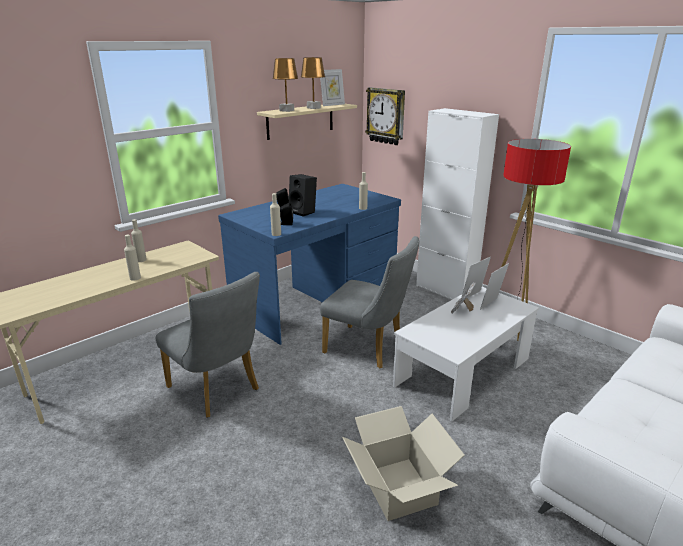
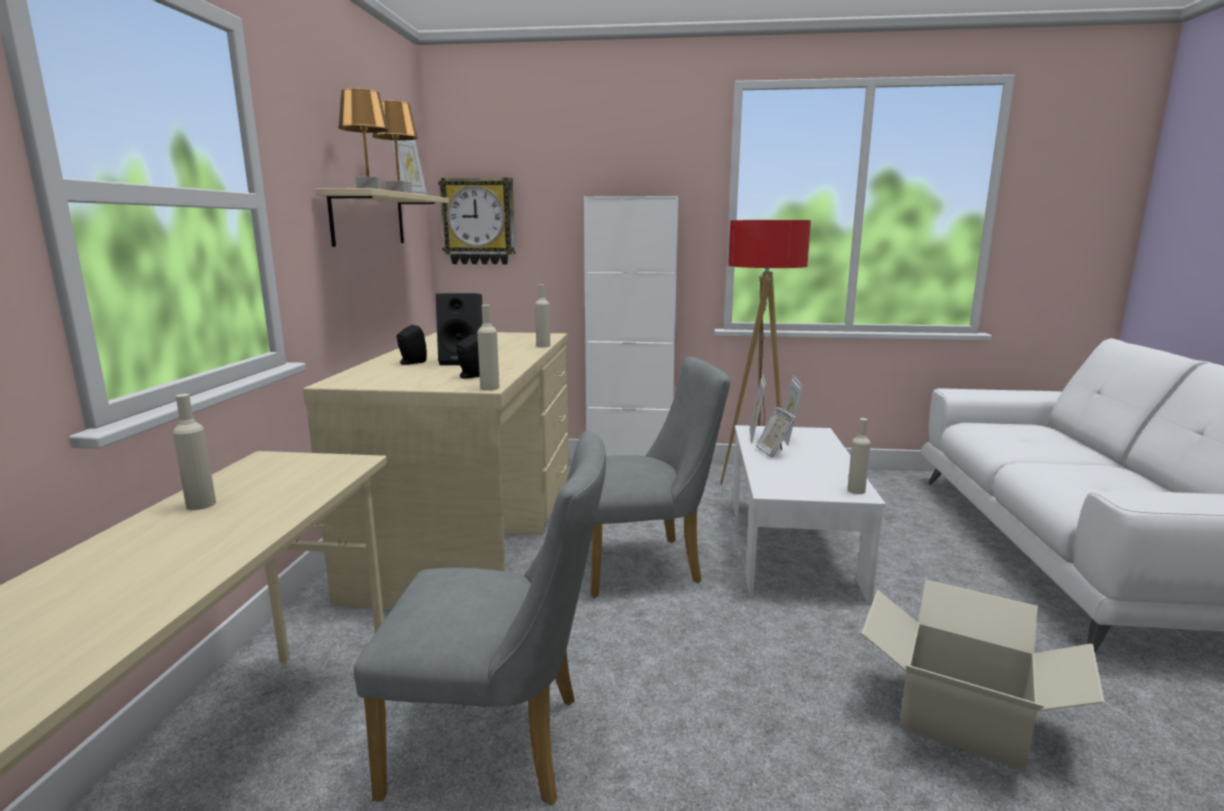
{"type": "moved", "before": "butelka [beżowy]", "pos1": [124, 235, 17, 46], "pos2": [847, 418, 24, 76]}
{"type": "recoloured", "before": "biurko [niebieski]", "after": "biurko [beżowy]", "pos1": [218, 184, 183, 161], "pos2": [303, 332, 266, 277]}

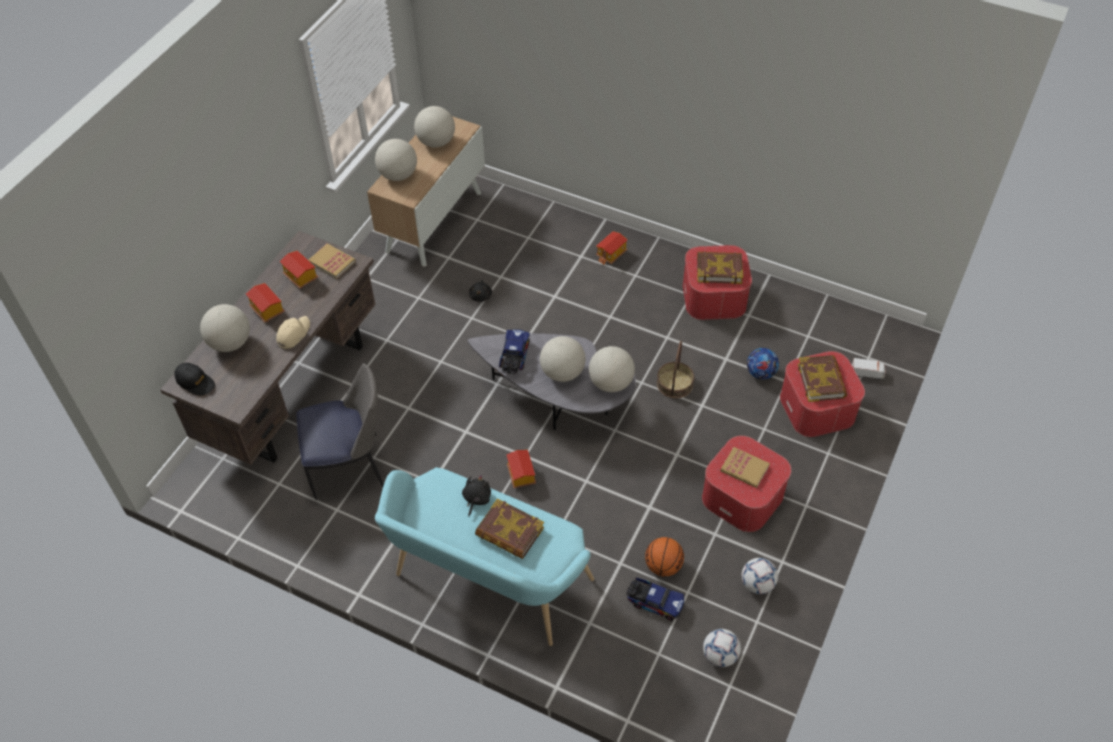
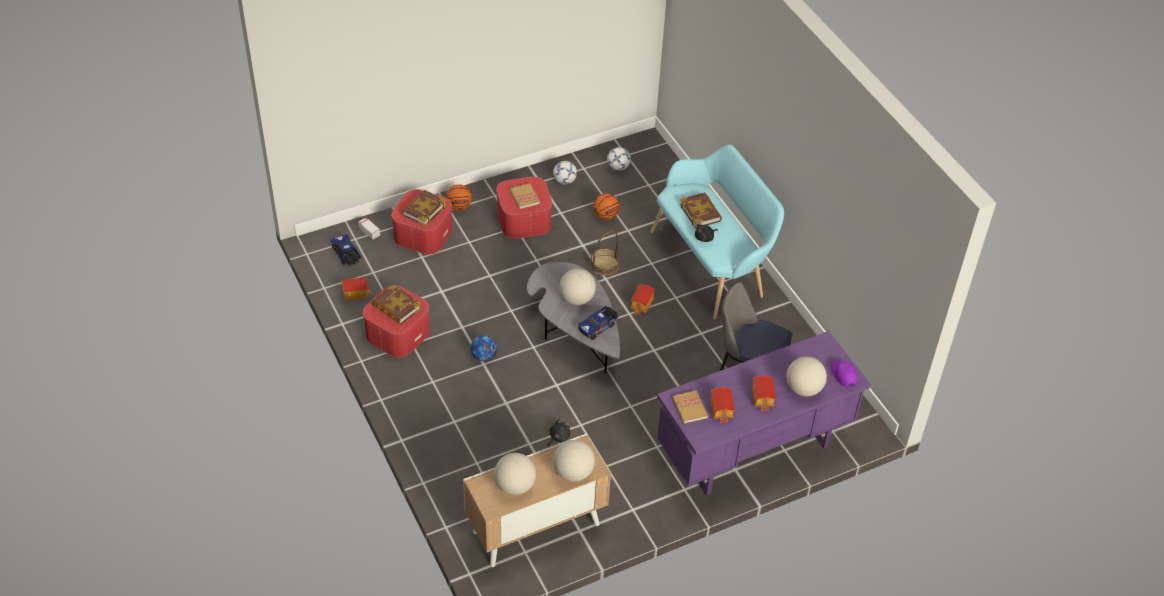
{"type": "removed", "before": "czapka z daszkiem [beżowy]", "pos1": [276, 316, 34, 33]}
{"type": "removed", "before": "globus", "pos1": [589, 346, 46, 46]}
{"type": "added", "after": "piłka do koszykówki", "pos2": [446, 184, 26, 27]}
{"type": "moved", "before": "domek", "pos1": [596, 231, 31, 34], "pos2": [342, 277, 29, 24]}
{"type": "moved", "before": "ciężarówka zabawkowa", "pos1": [626, 577, 58, 44], "pos2": [331, 234, 30, 32]}
{"type": "moved", "before": "koszyk", "pos1": [657, 341, 37, 57], "pos2": [590, 231, 30, 45]}
{"type": "moved", "before": "piłka futbolowa", "pos1": [747, 348, 32, 31], "pos2": [470, 335, 27, 26]}
{"type": "recoloured", "before": "biurko [brązowy]", "after": "biurko [fioletowy]", "pos1": [160, 231, 216, 234], "pos2": [657, 331, 214, 164]}
{"type": "recoloured", "before": "czapka z daszkiem [czarny]", "after": "czapka z daszkiem [fioletowy]", "pos1": [174, 363, 41, 32], "pos2": [831, 360, 27, 28]}

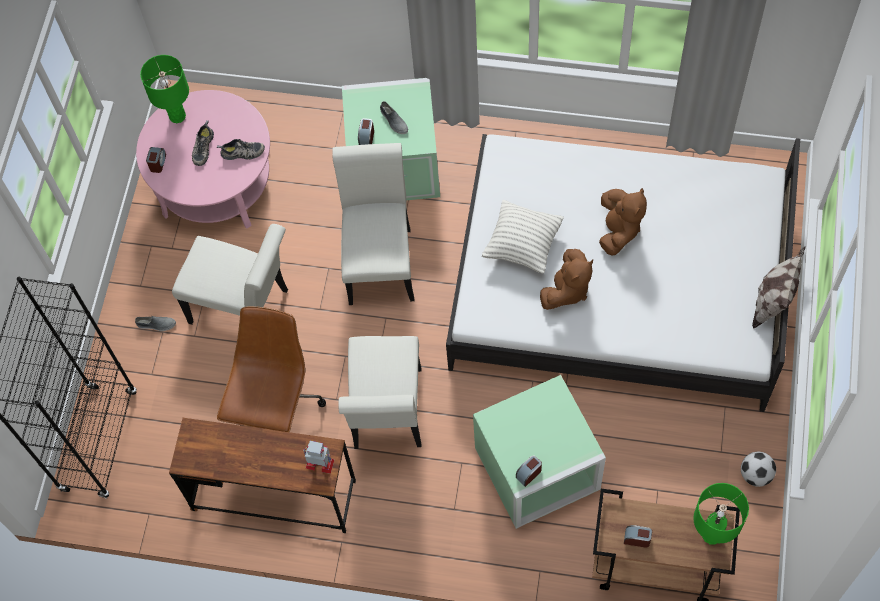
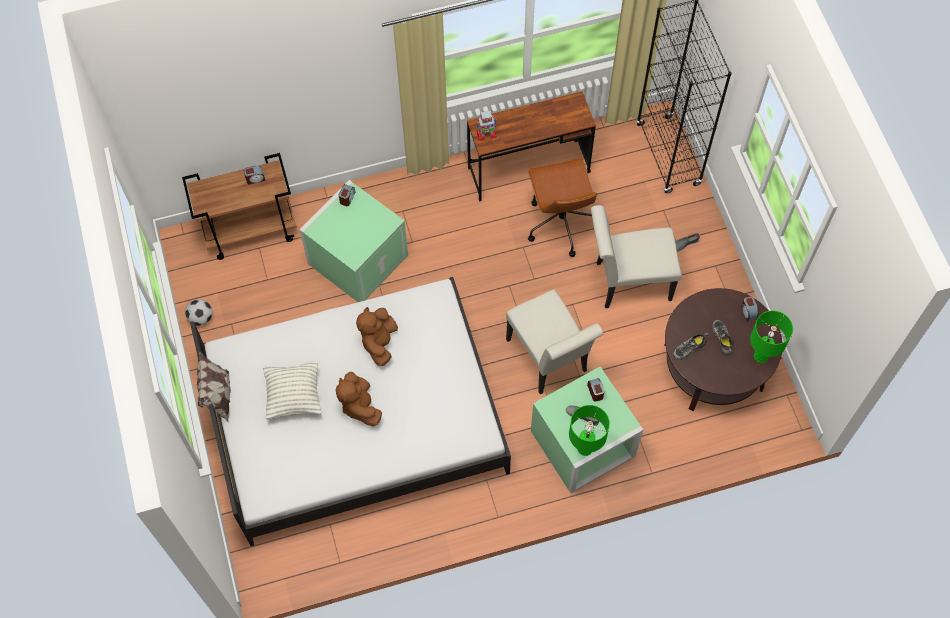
{"type": "removed", "before": "krzesło [biały]", "pos1": [338, 336, 83, 113]}
{"type": "moved", "before": "poduszka", "pos1": [482, 200, 82, 74], "pos2": [263, 361, 58, 58]}
{"type": "moved", "before": "lampa stołowa [zielony]", "pos1": [693, 483, 56, 62], "pos2": [569, 405, 41, 51]}
{"type": "recoloured", "before": "ława [różowy]", "after": "ława [brązowy]", "pos1": [136, 90, 134, 139], "pos2": [664, 288, 118, 123]}

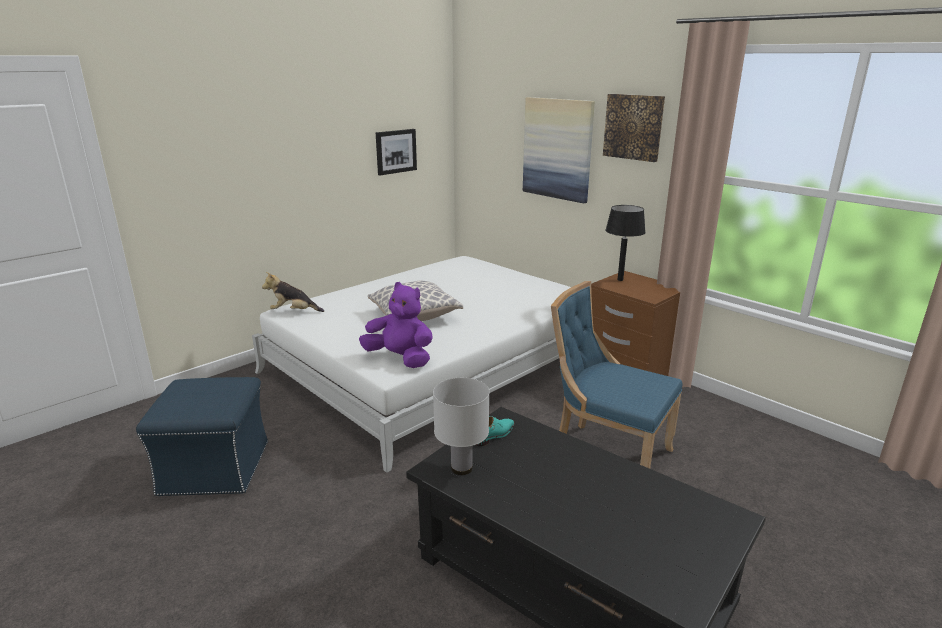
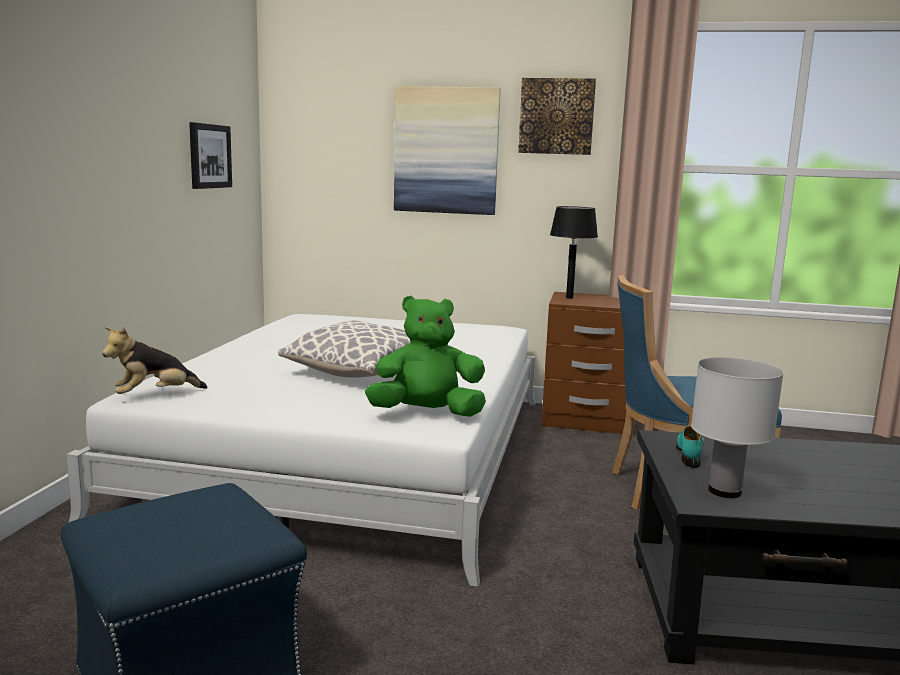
{"type": "recoloured", "before": "pluszak [fioletowy]", "after": "pluszak [zielony]", "pos1": [359, 282, 73, 86], "pos2": [365, 296, 121, 121]}

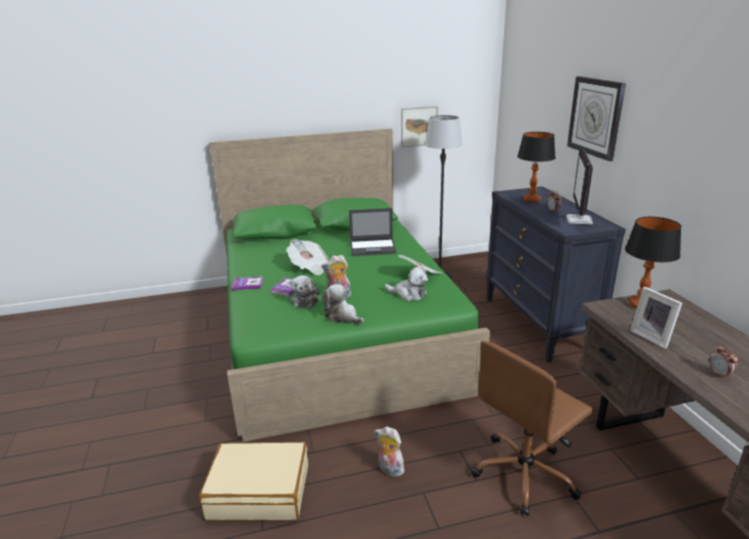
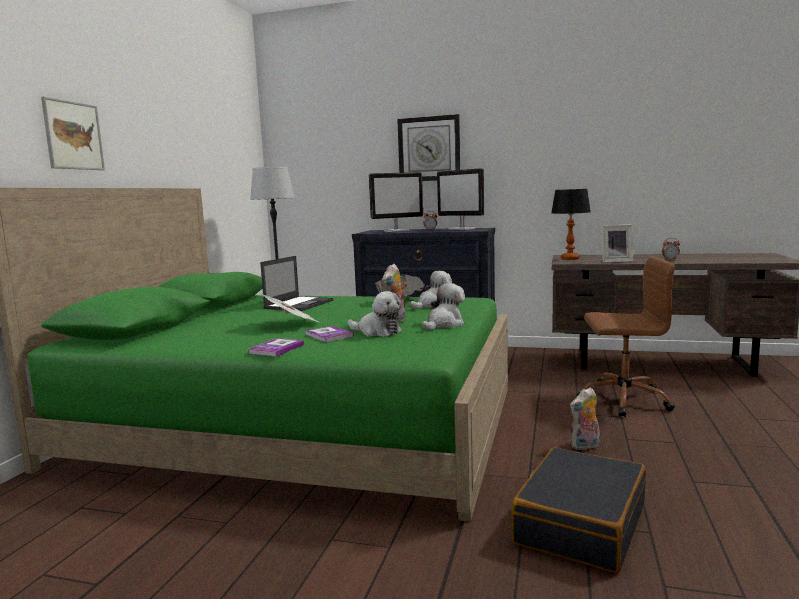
{"type": "moved", "before": "obraz", "pos1": [401, 106, 37, 41], "pos2": [41, 97, 64, 73]}
{"type": "replaced", "before": "lampa stołowa", "after": "monitor", "pos1": [517, 132, 39, 70], "pos2": [369, 172, 54, 60]}
{"type": "recoloured", "before": "walizka [beżowy]", "after": "walizka [czarny]", "pos1": [199, 442, 109, 79], "pos2": [511, 447, 135, 126]}
{"type": "turned", "before": "pluszak", "pos1": [322, 284, 42, 40], "pos2": [422, 283, 43, 47], "turn": 150}
{"type": "turned", "before": "krzesło biurowe [brązowy]", "pos1": [471, 341, 122, 175], "pos2": [576, 256, 99, 161], "turn": -75}

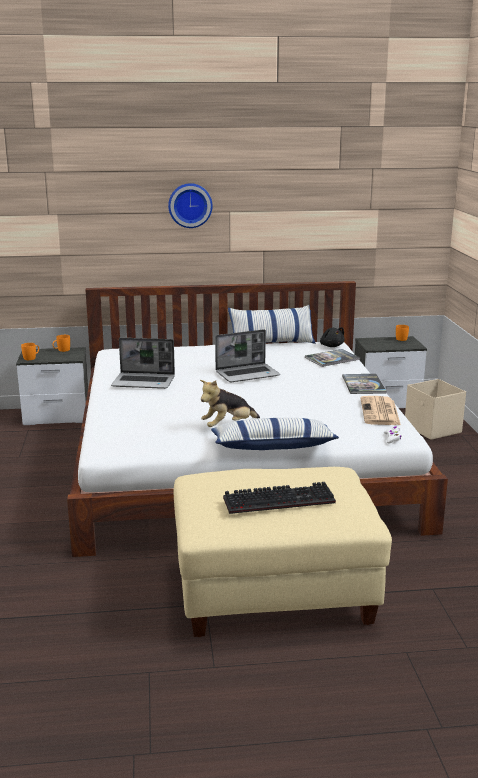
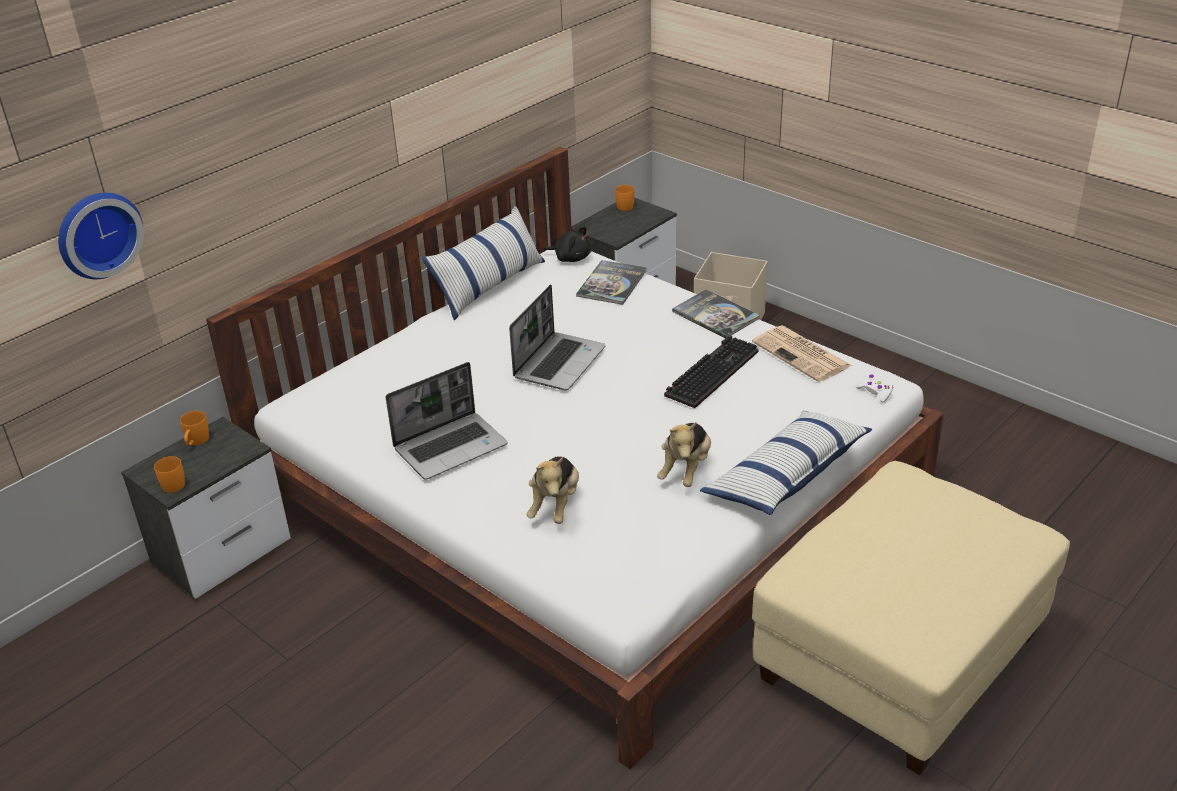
{"type": "added", "after": "pluszak", "pos2": [527, 456, 52, 68]}
{"type": "moved", "before": "zegar ścienny", "pos1": [168, 183, 44, 45], "pos2": [58, 193, 86, 86]}
{"type": "moved", "before": "klawiatura", "pos1": [223, 482, 113, 32], "pos2": [664, 335, 95, 73]}

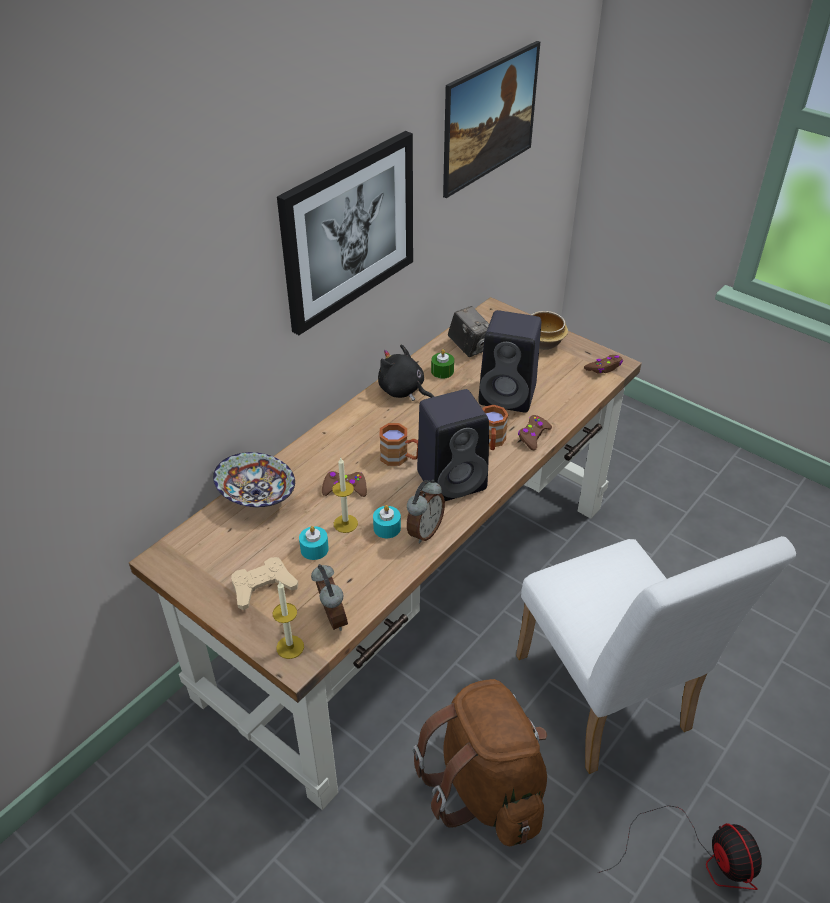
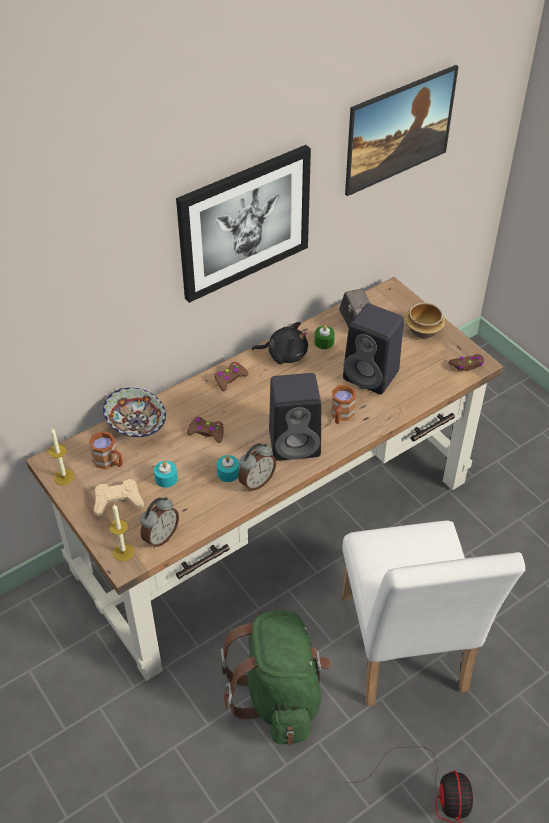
{"type": "moved", "before": "świeca", "pos1": [332, 458, 26, 75], "pos2": [49, 428, 25, 57]}
{"type": "moved", "before": "kubek [brązowy]", "pos1": [379, 423, 39, 43], "pos2": [89, 431, 33, 38]}
{"type": "moved", "before": "pad do gier [brązowy]", "pos1": [518, 415, 34, 35], "pos2": [214, 362, 35, 29]}
{"type": "recoloured", "before": "plecak [brązowy]", "after": "plecak [zielony]", "pos1": [412, 679, 135, 167], "pos2": [221, 610, 110, 135]}
{"type": "turned", "before": "budzik", "pos1": [311, 564, 37, 67], "pos2": [140, 497, 39, 51], "turn": 45}
{"type": "turned", "before": "pluszak [czarny]", "pos1": [378, 344, 56, 57], "pos2": [252, 322, 56, 42], "turn": 135}

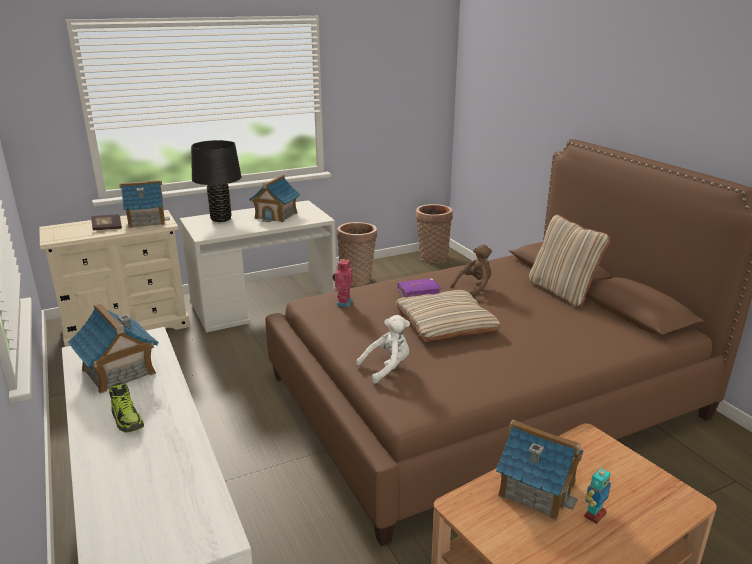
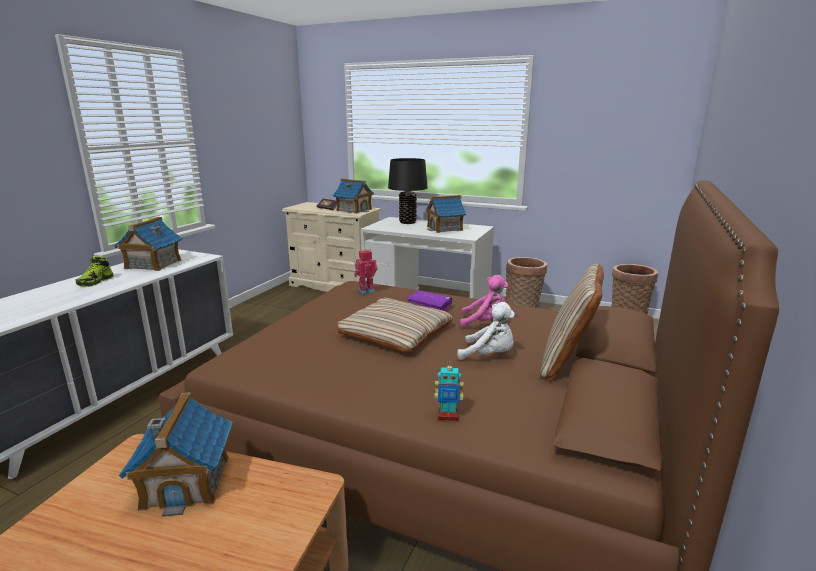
{"type": "moved", "before": "pluszak [biały]", "pos1": [356, 315, 54, 69], "pos2": [457, 302, 58, 58]}
{"type": "moved", "before": "robot zabawkowy", "pos1": [584, 468, 27, 56], "pos2": [435, 361, 29, 60]}
{"type": "recoloured", "before": "pluszak [brązowy]", "after": "pluszak [różowy]", "pos1": [451, 244, 41, 54], "pos2": [460, 275, 48, 53]}

